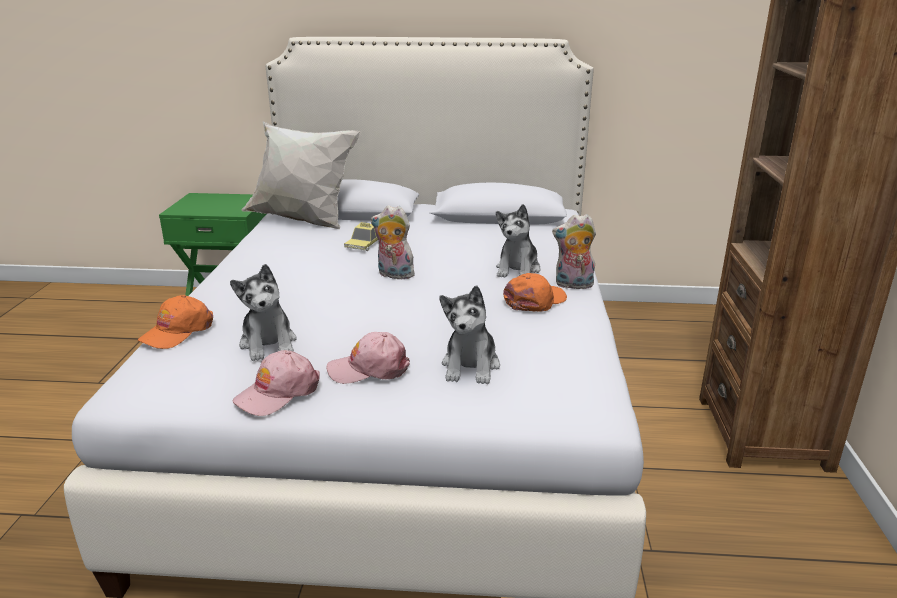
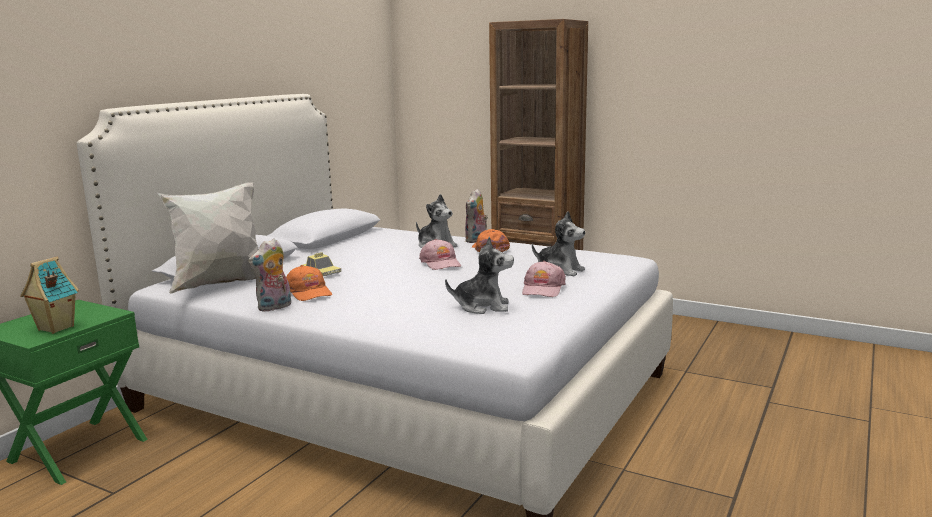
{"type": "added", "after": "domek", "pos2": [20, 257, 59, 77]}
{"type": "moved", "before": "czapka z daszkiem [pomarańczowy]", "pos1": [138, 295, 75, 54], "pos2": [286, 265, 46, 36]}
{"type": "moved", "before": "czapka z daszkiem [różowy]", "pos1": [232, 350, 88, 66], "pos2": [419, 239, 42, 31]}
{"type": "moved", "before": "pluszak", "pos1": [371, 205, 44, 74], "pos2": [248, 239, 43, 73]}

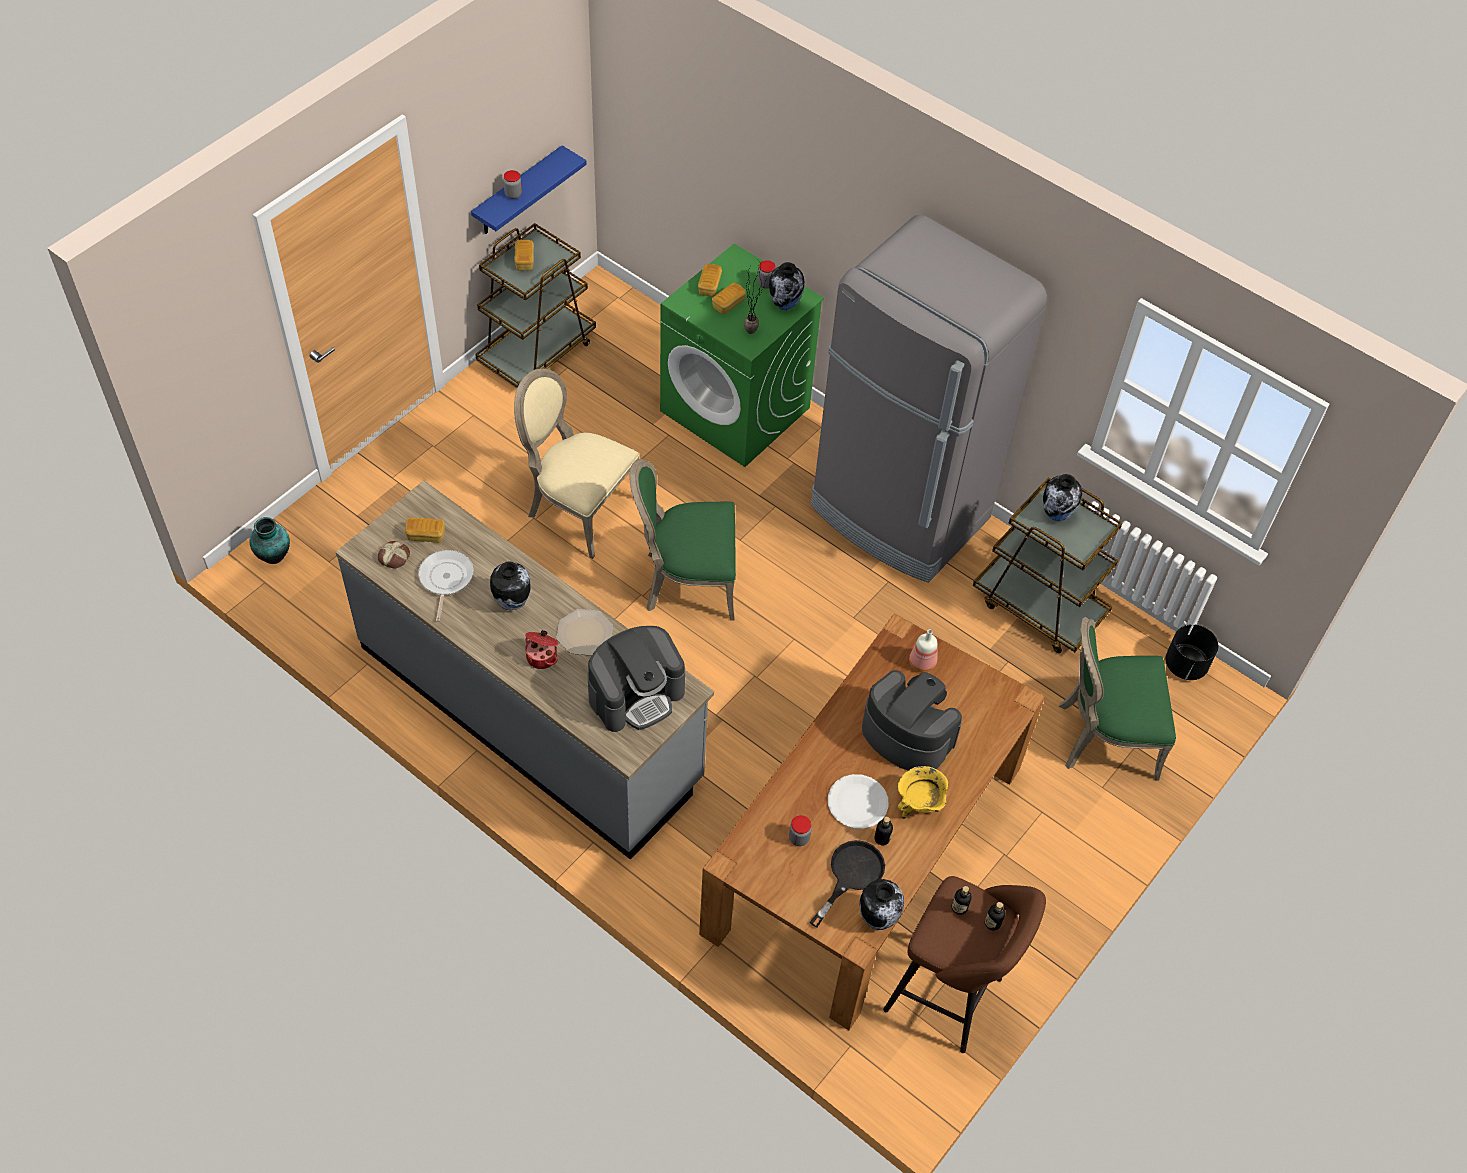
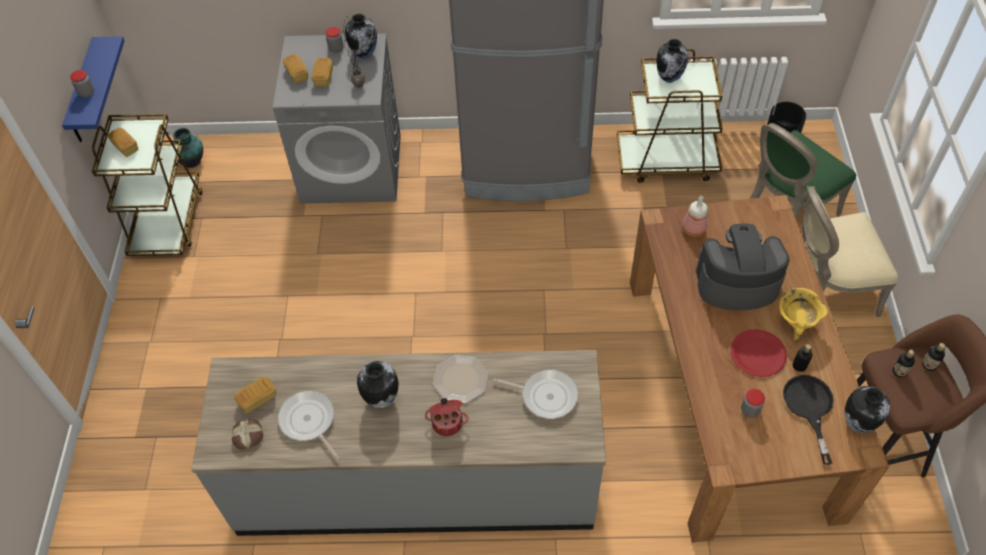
{"type": "removed", "before": "krzesło [zielony]", "pos1": [630, 459, 106, 162]}
{"type": "moved", "before": "wazon", "pos1": [250, 517, 40, 47], "pos2": [173, 128, 30, 40]}
{"type": "moved", "before": "krzesło [beżowy]", "pos1": [514, 368, 125, 191], "pos2": [802, 185, 96, 132]}
{"type": "replaced", "before": "ekspres do kawy", "after": "patelnia", "pos1": [588, 626, 97, 106], "pos2": [494, 370, 84, 49]}
{"type": "recoloured", "before": "pralka [zielony]", "after": "pralka [szary]", "pos1": [660, 243, 164, 224], "pos2": [273, 33, 128, 171]}
{"type": "recoloured", "before": "talerz [biały]", "after": "talerz [czerwony]", "pos1": [828, 774, 61, 55], "pos2": [731, 329, 56, 48]}

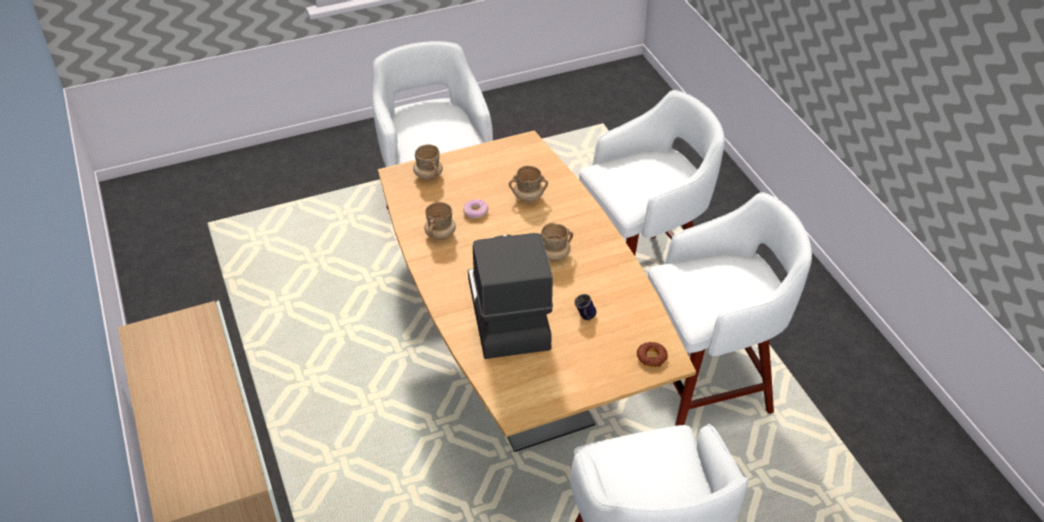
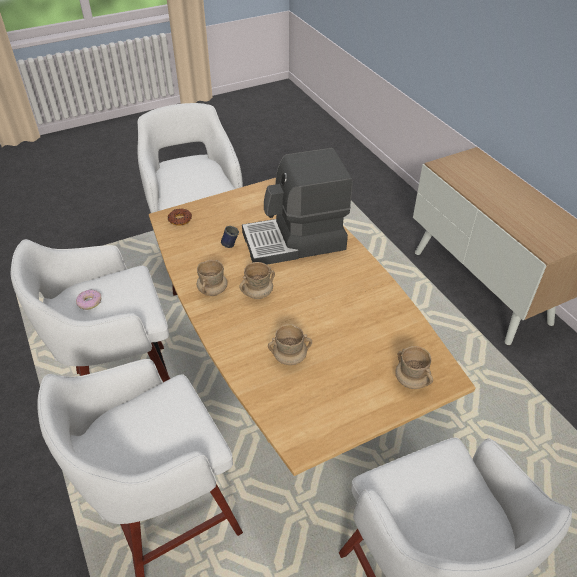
{"type": "moved", "before": "kubek [beżowy]", "pos1": [424, 202, 32, 38], "pos2": [197, 260, 31, 36]}
{"type": "moved", "before": "donut", "pos1": [463, 199, 25, 20], "pos2": [76, 289, 25, 21]}
{"type": "turned", "before": "ekspres do kawy", "pos1": [468, 233, 85, 126], "pos2": [242, 148, 111, 117], "turn": 90}

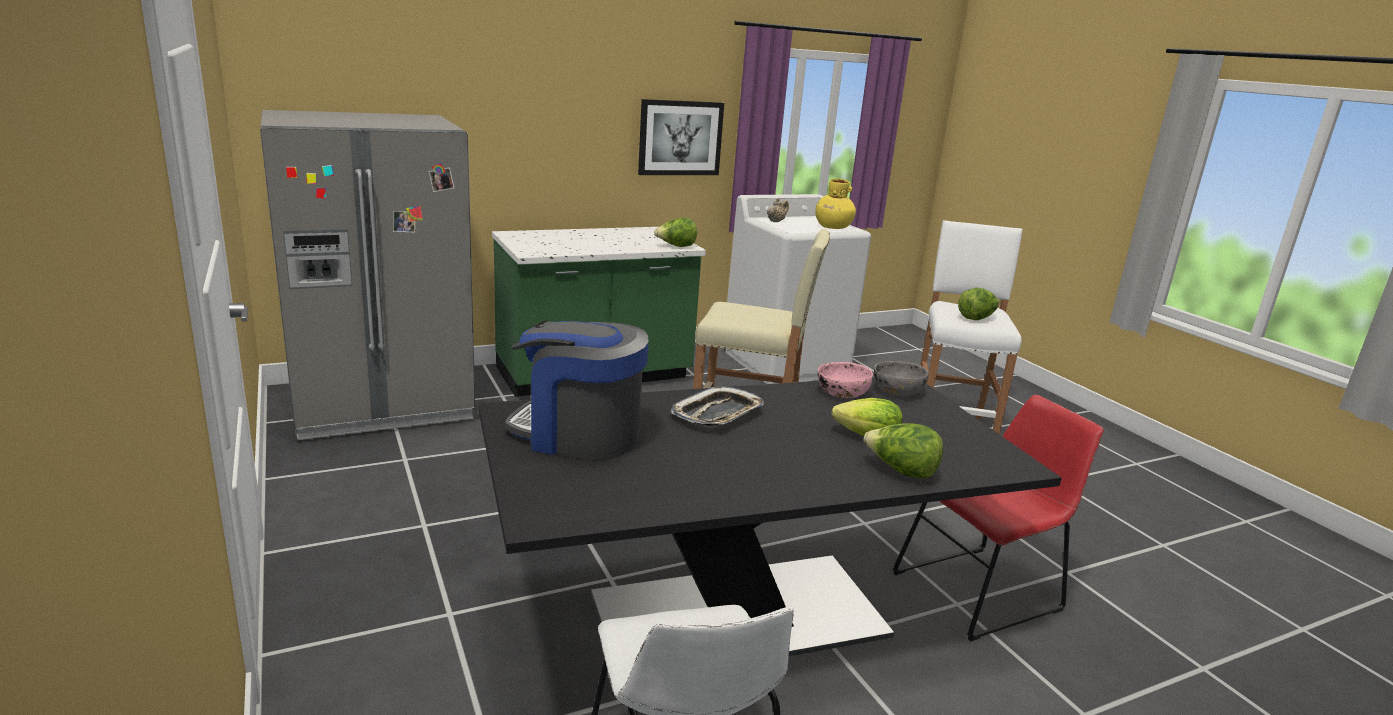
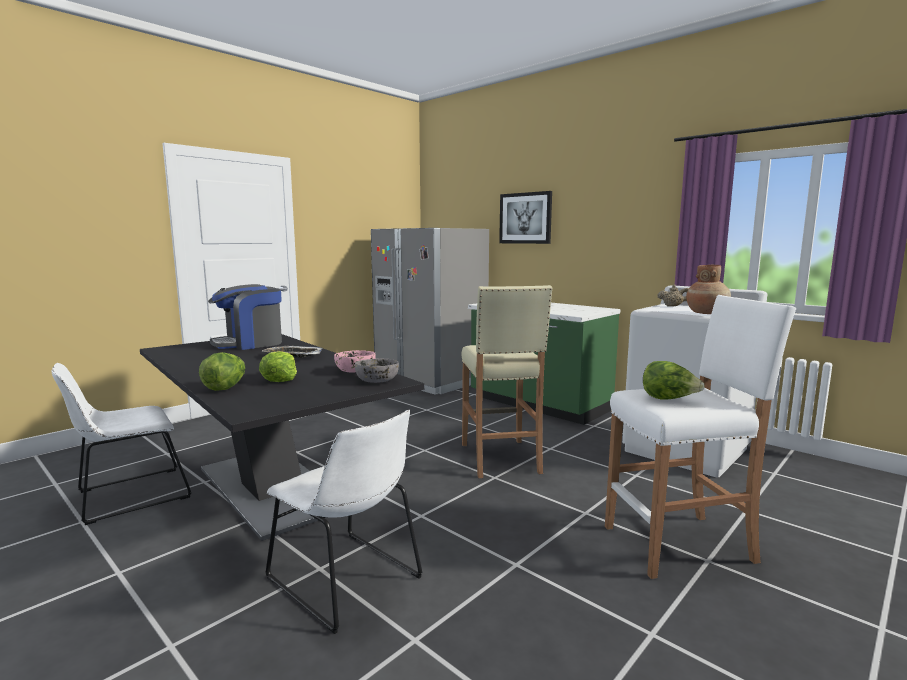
{"type": "removed", "before": "sałata", "pos1": [654, 218, 43, 29]}
{"type": "moved", "before": "obraz", "pos1": [638, 99, 86, 76], "pos2": [499, 191, 53, 53]}
{"type": "recoloured", "before": "wazon [żółty]", "after": "wazon [brązowy]", "pos1": [815, 179, 41, 50], "pos2": [686, 265, 45, 49]}
{"type": "recoloured", "before": "krzesło [czerwony]", "after": "krzesło [biały]", "pos1": [893, 395, 211, 247], "pos2": [265, 410, 158, 224]}
{"type": "turned", "before": "ekspres do kawy", "pos1": [505, 320, 144, 140], "pos2": [208, 284, 74, 66], "turn": -120}

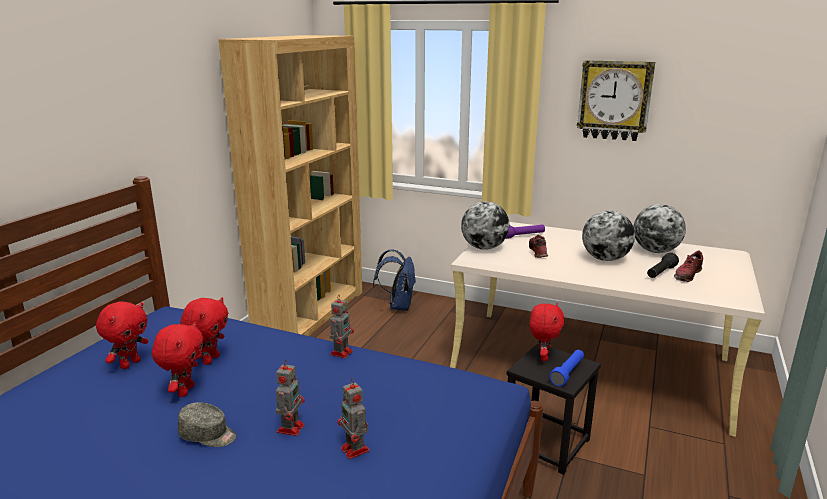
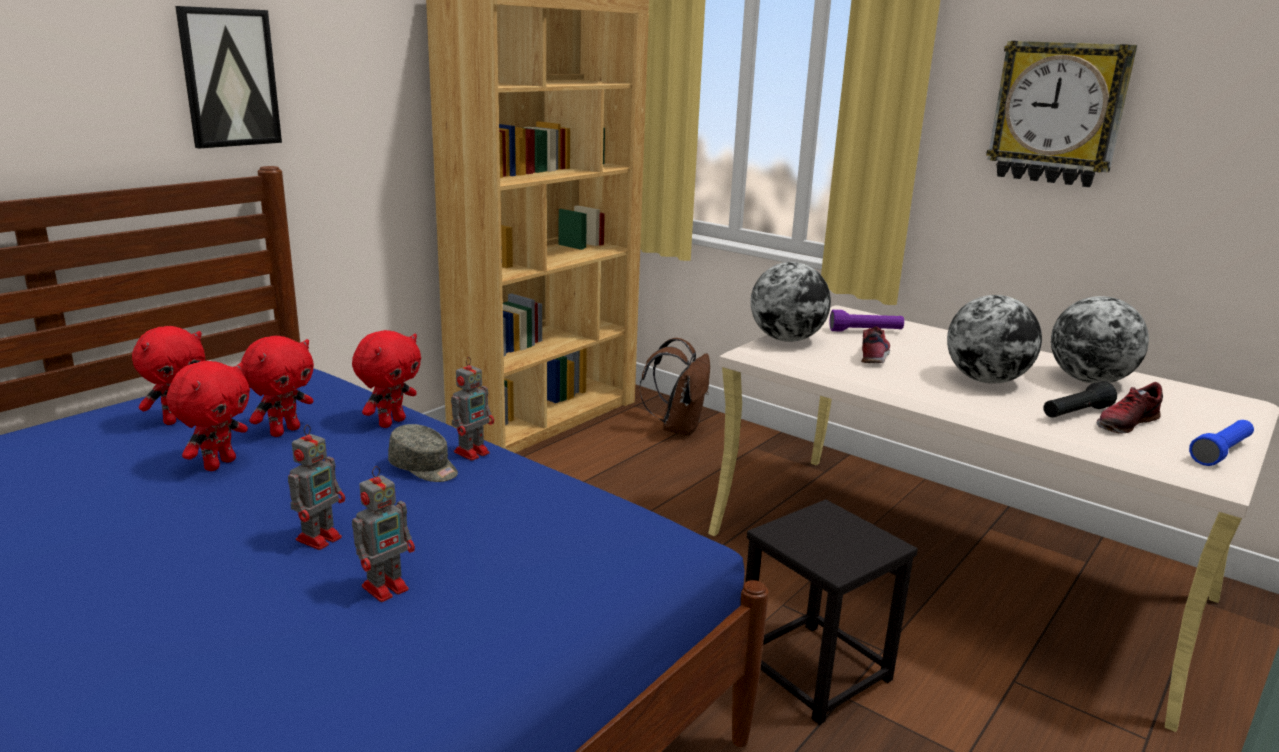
{"type": "added", "after": "obraz", "pos2": [175, 6, 107, 143]}
{"type": "moved", "before": "czapka z daszkiem [szary]", "pos1": [178, 402, 58, 45], "pos2": [388, 424, 70, 58]}
{"type": "moved", "before": "pluszak [czerwony]", "pos1": [530, 303, 34, 58], "pos2": [352, 330, 69, 98]}
{"type": "moved", "before": "latarka [niebieski]", "pos1": [549, 350, 35, 36], "pos2": [1189, 420, 65, 46]}
{"type": "recoloured", "before": "plecak [niebieski]", "after": "plecak [brązowy]", "pos1": [373, 249, 43, 62], "pos2": [639, 338, 71, 98]}
{"type": "turned", "before": "robot zabawkowy", "pos1": [337, 378, 33, 81], "pos2": [352, 466, 63, 136], "turn": -120}

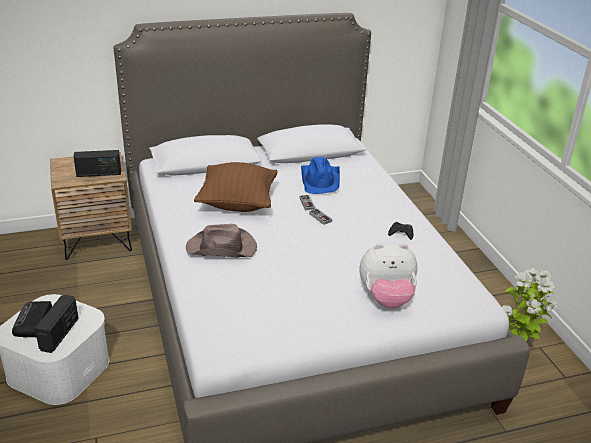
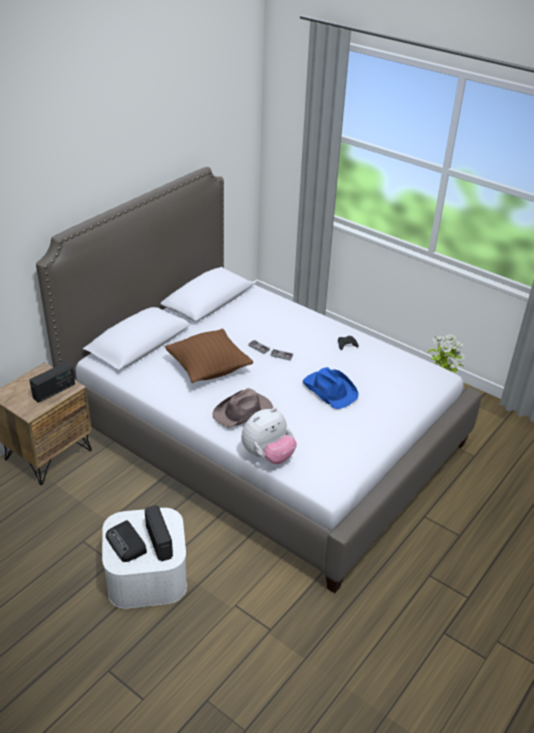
{"type": "moved", "before": "kapelusz [niebieski]", "pos1": [301, 157, 39, 37], "pos2": [303, 367, 56, 42]}
{"type": "moved", "before": "pluszak", "pos1": [360, 242, 57, 67], "pos2": [242, 408, 55, 56]}

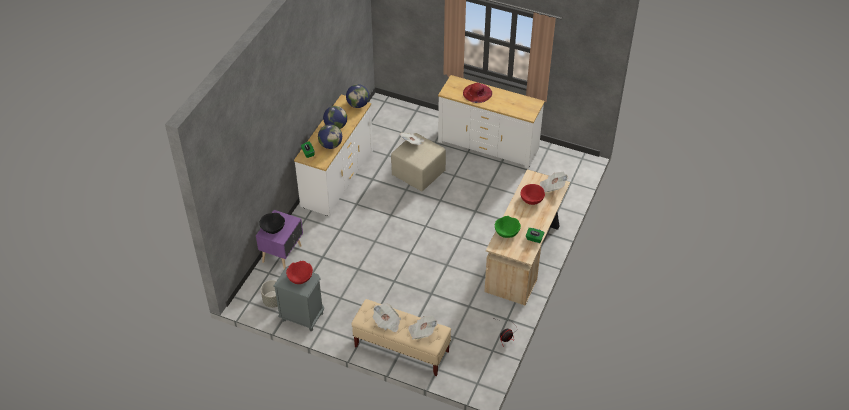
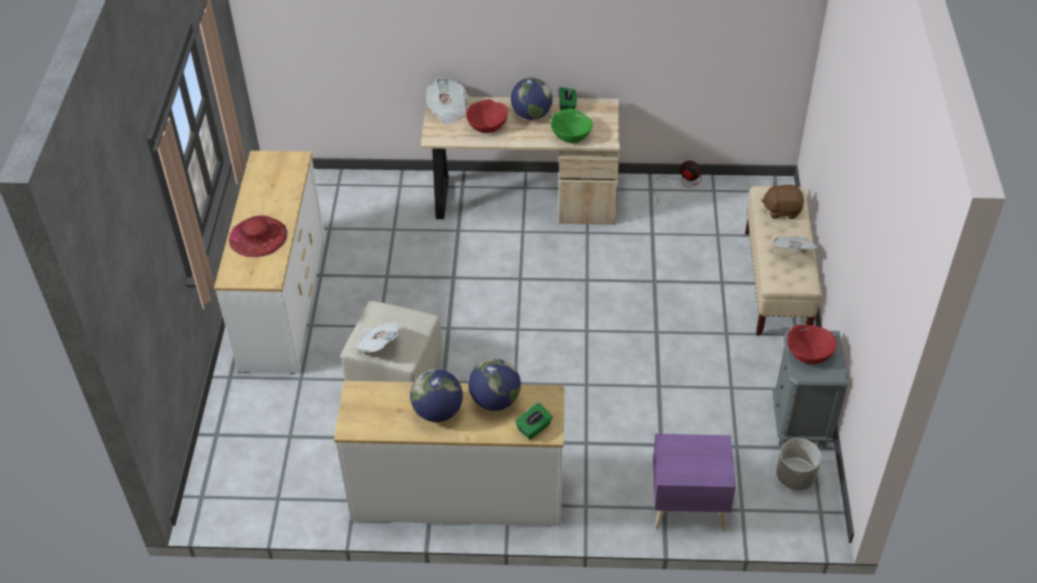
{"type": "removed", "before": "miska [czarny]", "pos1": [259, 213, 26, 21]}
{"type": "moved", "before": "globus", "pos1": [346, 84, 23, 24], "pos2": [511, 77, 42, 43]}
{"type": "replaced", "before": "gazeta", "after": "pluszak [brązowy]", "pos1": [408, 315, 29, 25], "pos2": [761, 182, 43, 37]}

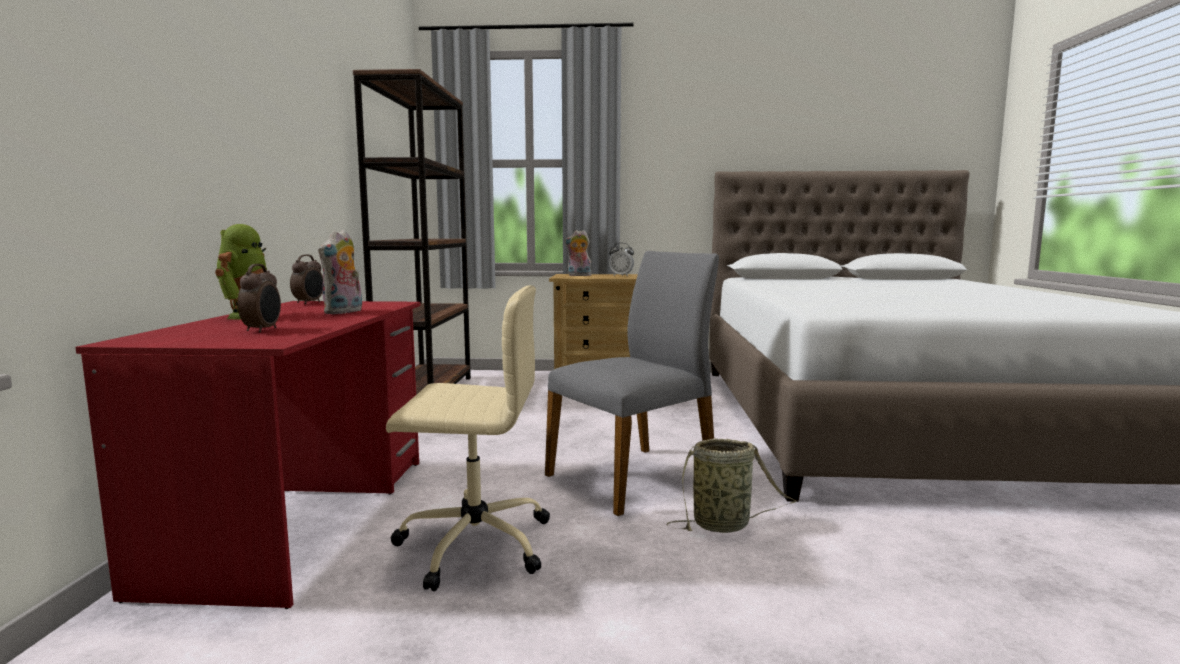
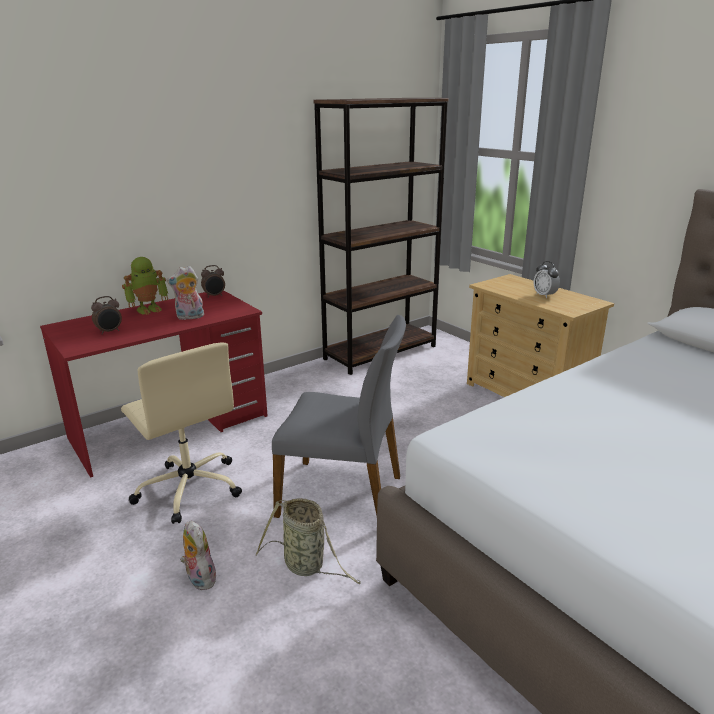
{"type": "moved", "before": "pluszak", "pos1": [564, 230, 28, 46], "pos2": [180, 521, 36, 69]}

